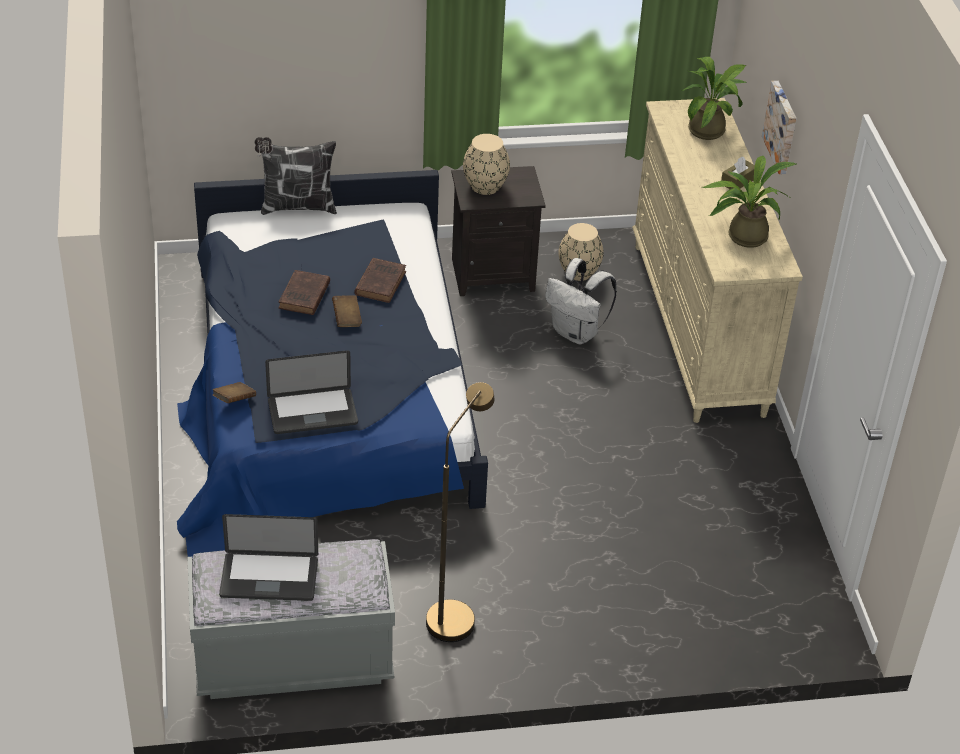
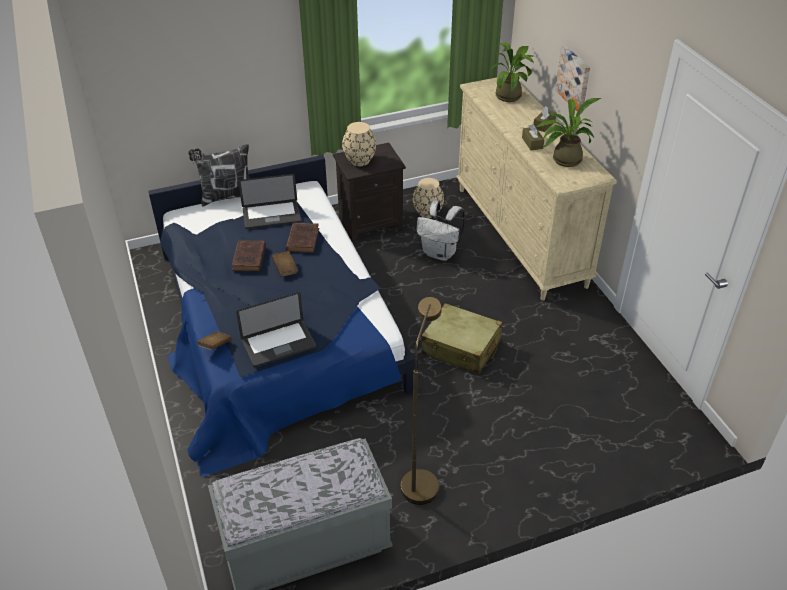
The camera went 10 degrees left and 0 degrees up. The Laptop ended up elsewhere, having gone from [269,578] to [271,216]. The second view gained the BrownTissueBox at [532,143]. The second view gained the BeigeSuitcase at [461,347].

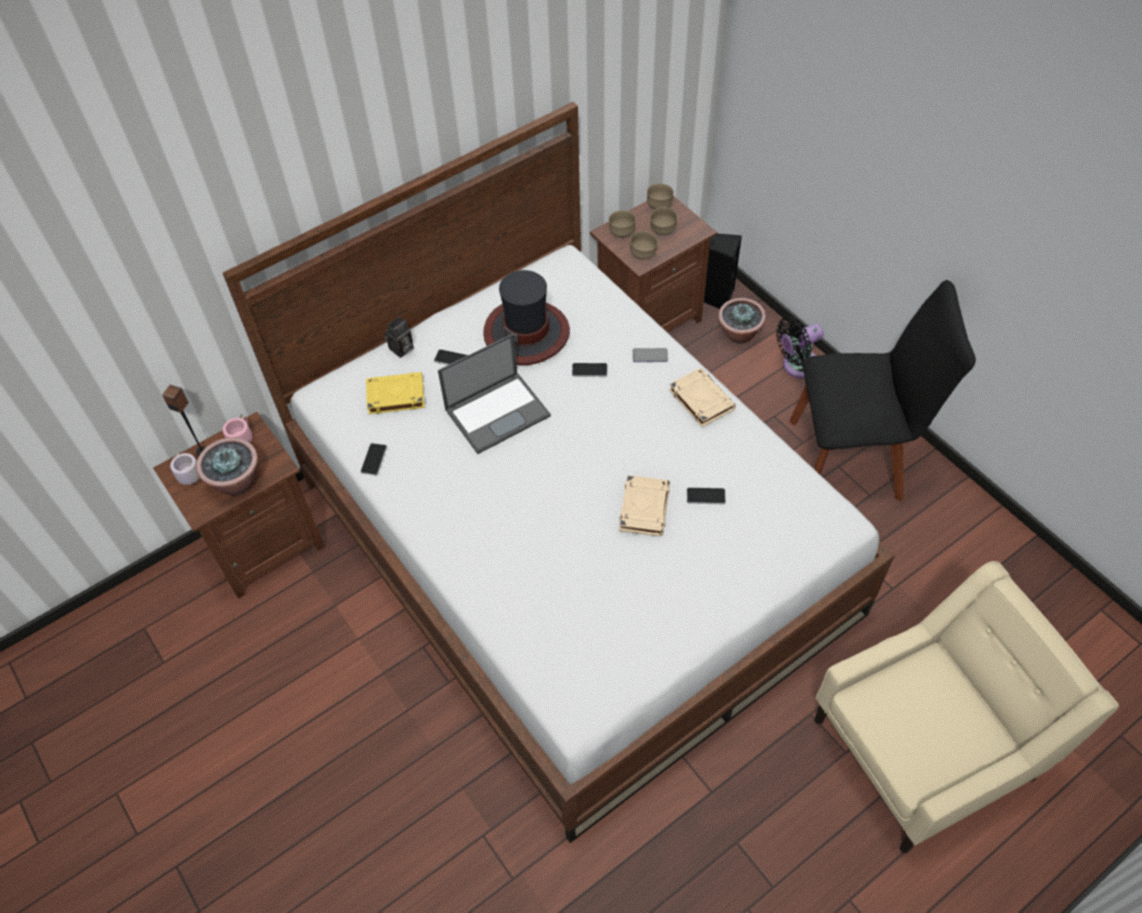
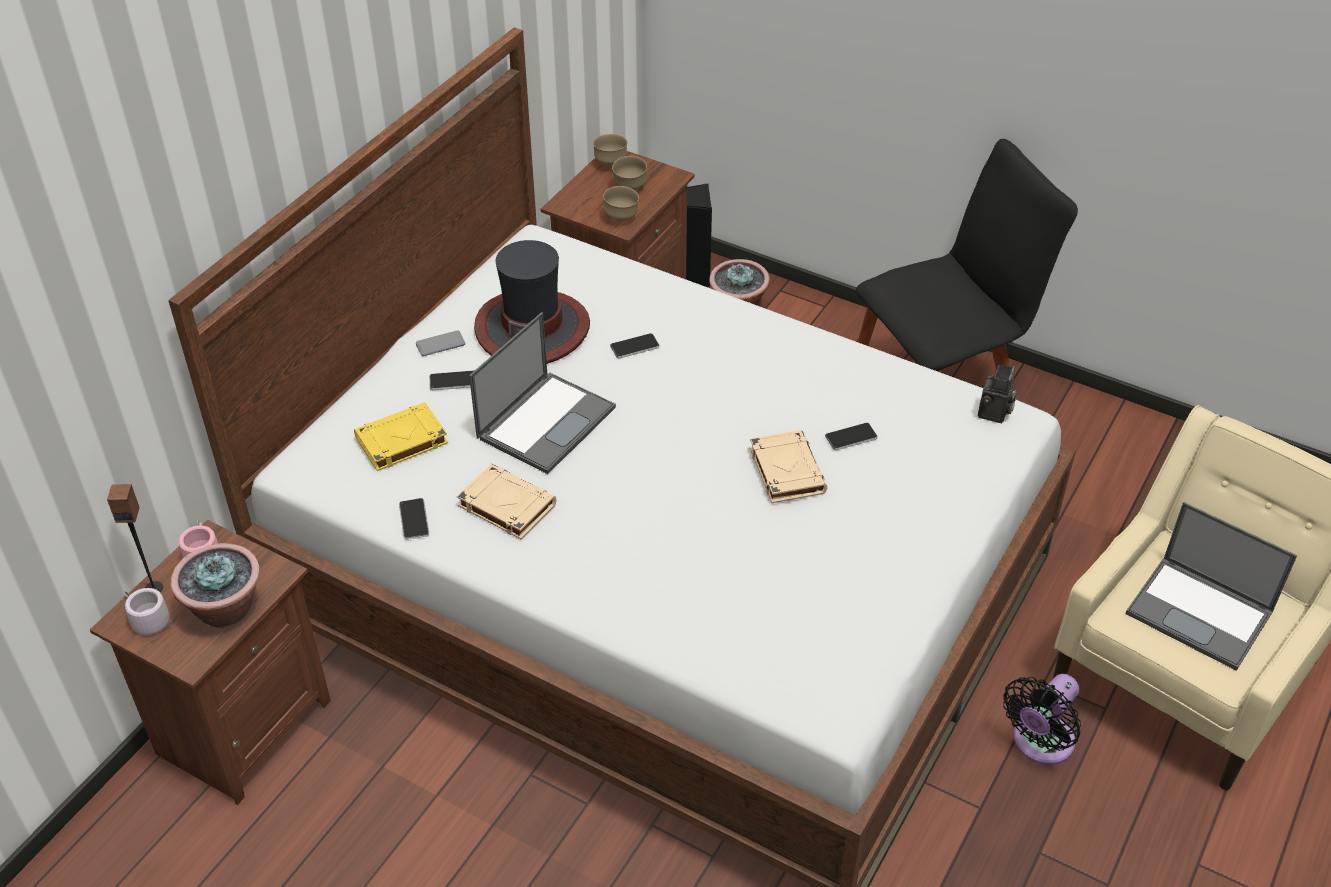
The camera went 25 degrees left and 10 degrees down. The second view lost the BrownDeepDish at [621,234]. The BlackColouredCoolingFan ended up elsewhere, having gone from [797,366] to [1039,744]. The PhotoCamera ended up elsewhere, having gone from [401,350] to [994,414]. The Handset ended up elsewhere, having gone from [650,356] to [440,344]. The BeigeVolume ended up elsewhere, having gone from [700,399] to [506,505]. The second view gained the Laptop at [1201,613].

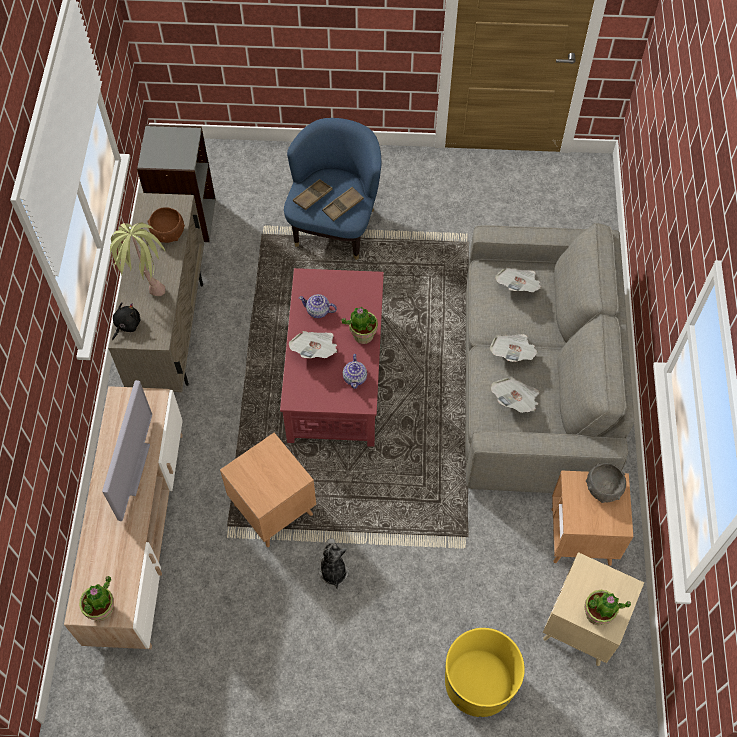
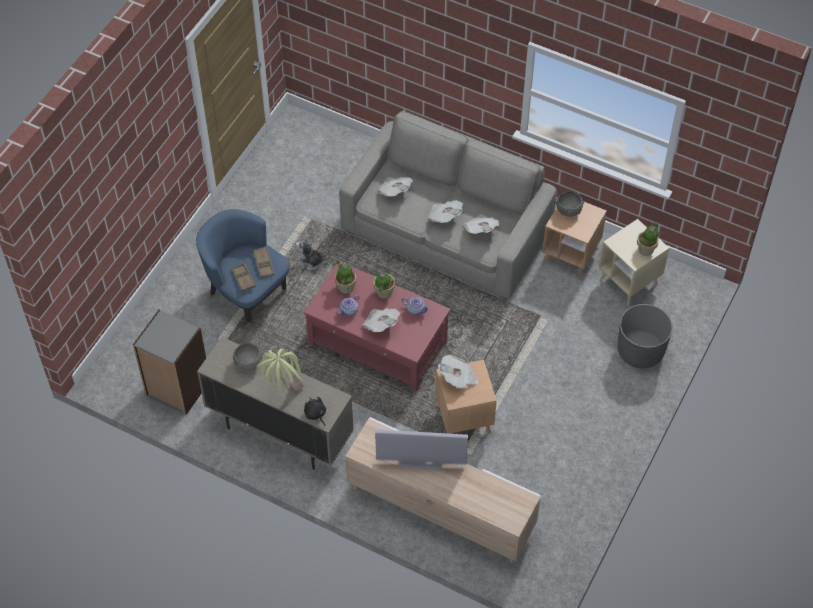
The camera went 65 degrees left and 5 degrees down. What was the BrownDeepDish at [168,233] turned into the GreyishDeepDish at [248,363]. The Tv at [132,468] ended up facing another way, 150 degrees clockwise from before. The PlushToy ended up elsewhere, having gone from [333,570] to [310,262]. The PottedPlant ended up elsewhere, having gone from [102,609] to [346,286]. What was the YellowishFlowerPot at [478,683] turned into the GreyishFlowerPot at [640,351]. The second view gained the PrintedPaper at [458,378].

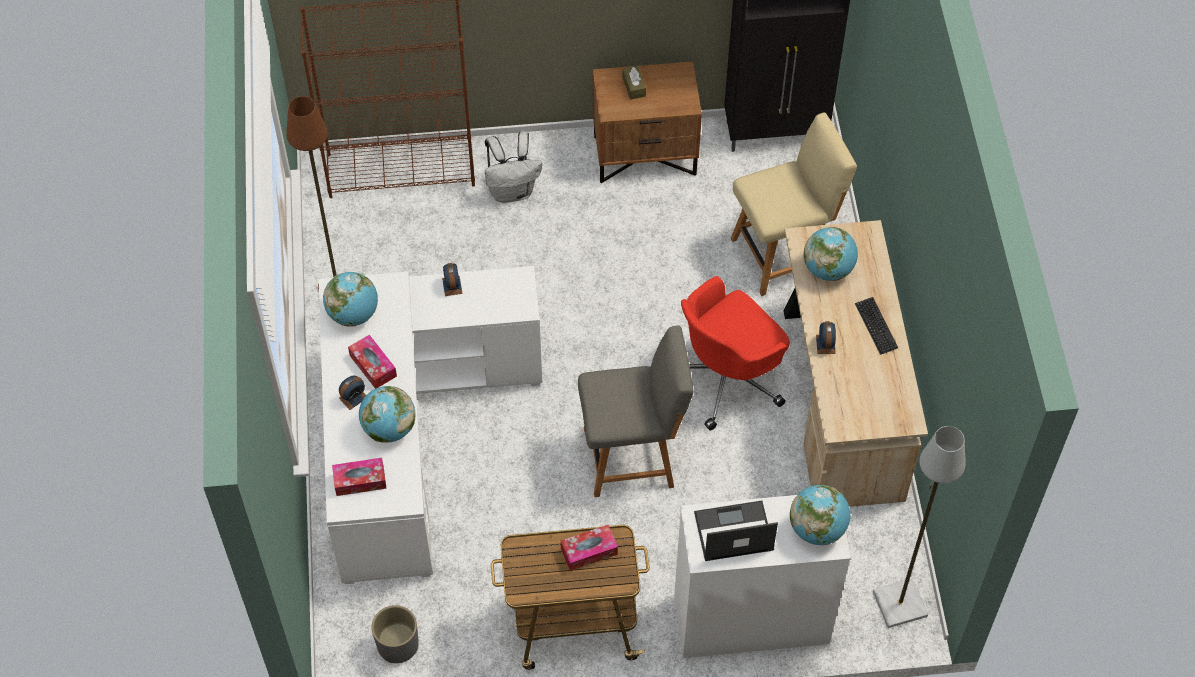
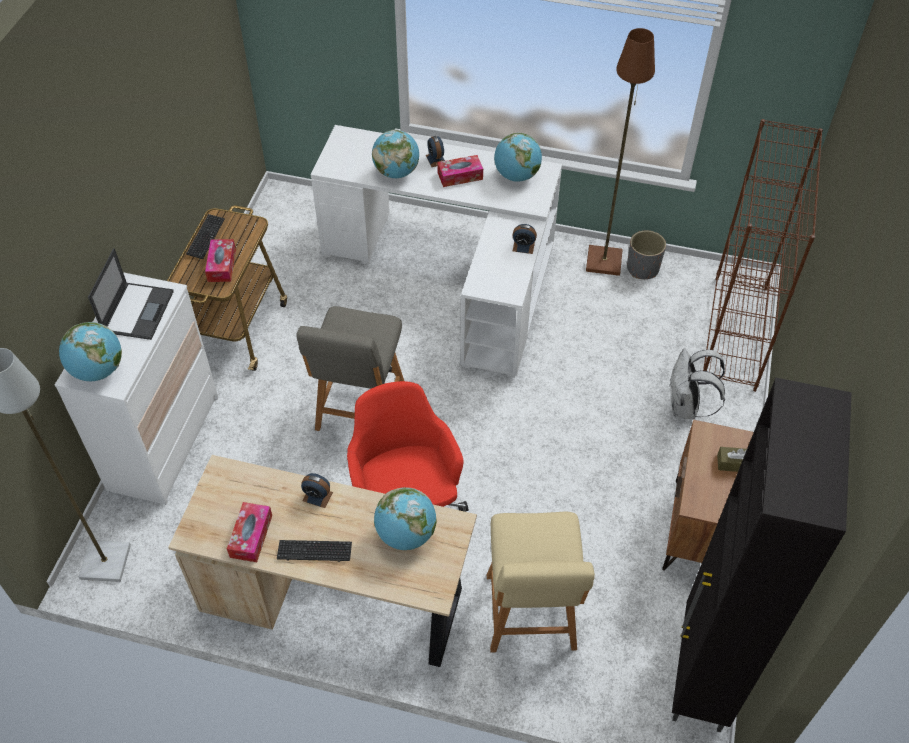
The camera went 110 degrees right and 5 degrees down. The TissueBox ended up elsewhere, having gone from [360,480] to [251,536]. The GreyishFlowerPot ended up elsewhere, having gone from [398,645] to [643,268]. The second view gained the PcKeyboard at [206,237].

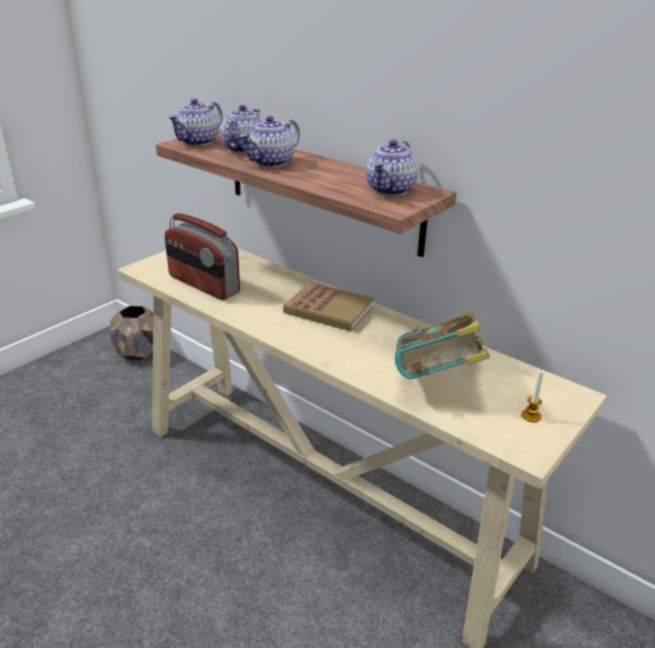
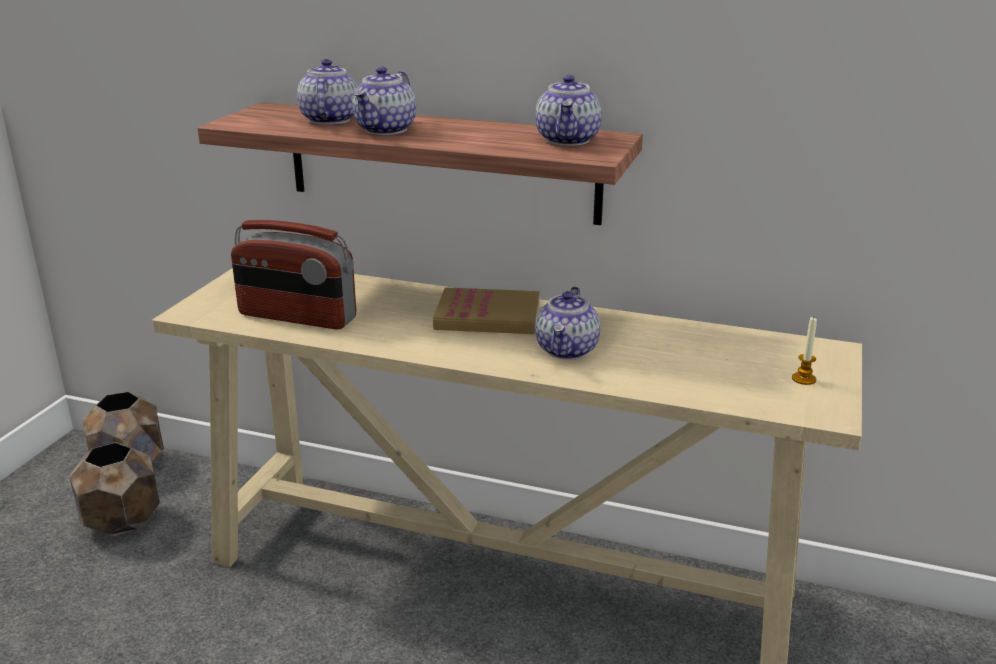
The camera went 20 degrees left and 5 degrees down. The TeaPot ended up elsewhere, having gone from [198,142] to [567,350]. The second view lost the Volume at [437,381]. The second view gained the BrownFlowerPot at [122,523].

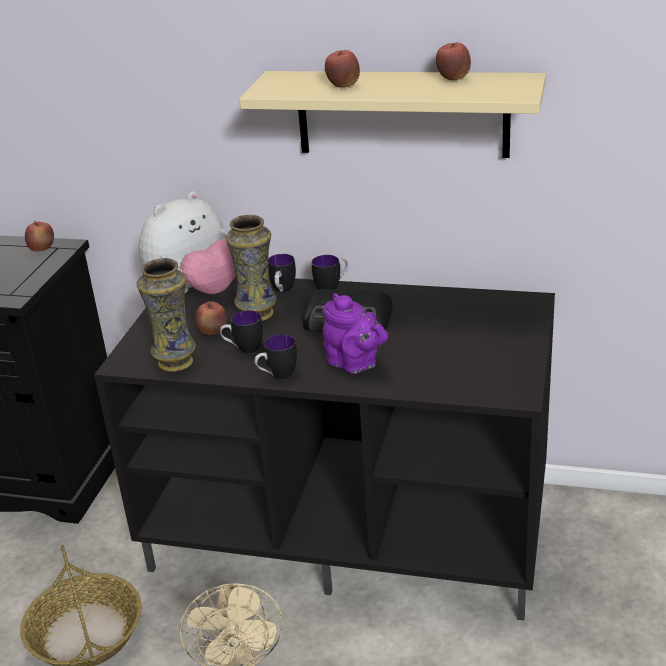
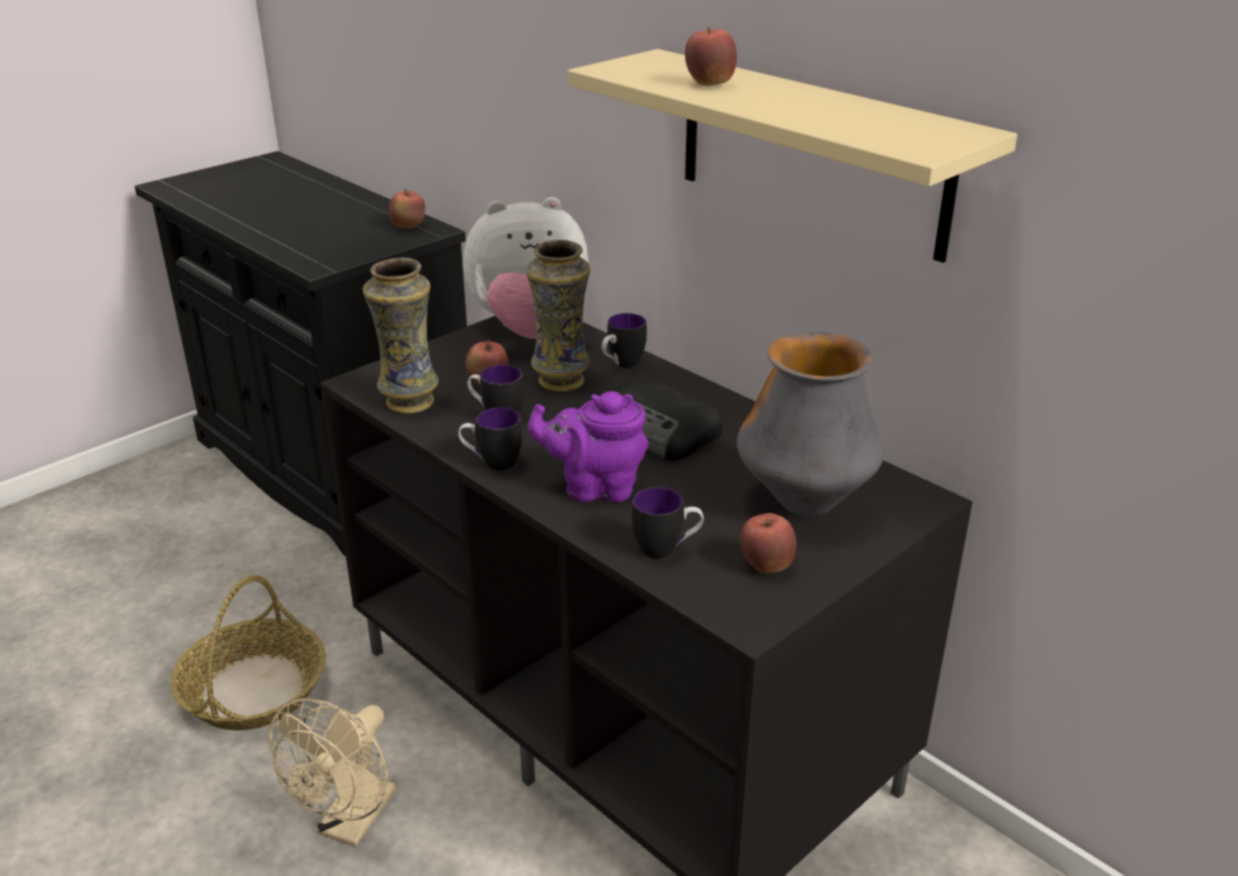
The camera went 30 degrees right and 0 degrees up. The Apple ended up elsewhere, having gone from [453,79] to [766,566]. The Mug ended up elsewhere, having gone from [332,288] to [666,549]. The PurplishTeaPot at [355,364] ended up facing another way, 105 degrees clockwise from before. The second view gained the DecorativeVase at [804,504].

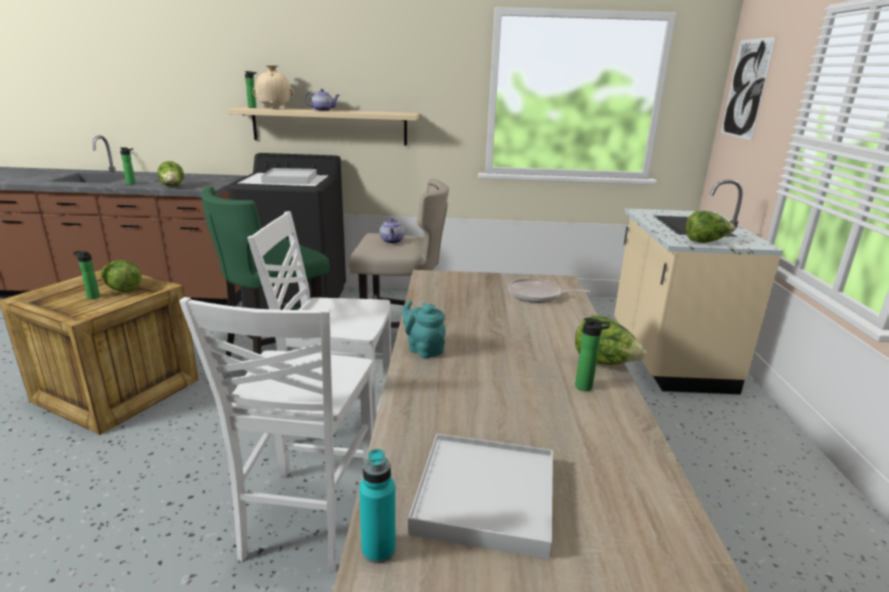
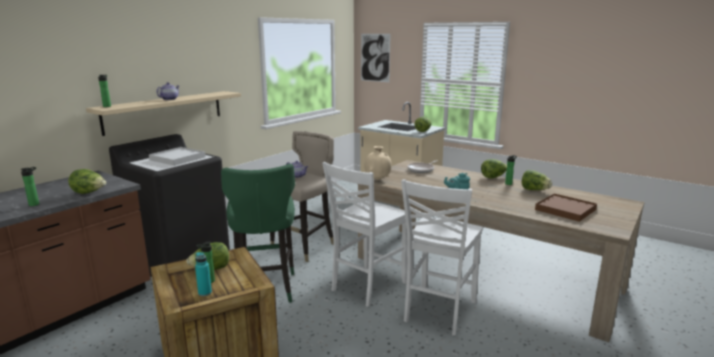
The camera went 55 degrees left and 5 degrees down. The BeigeDecorativeVase ended up elsewhere, having gone from [275,109] to [377,179]. The WhiteChair at [307,520] ended up facing another way, 75 degrees clockwise from before. What was the WhiteTray at [485,496] turned into the BrownTray at [565,209]. The BlueGreenDrinkBottle ended up elsewhere, having gone from [378,550] to [205,293]. The second view gained the LettuceHead at [534,190].

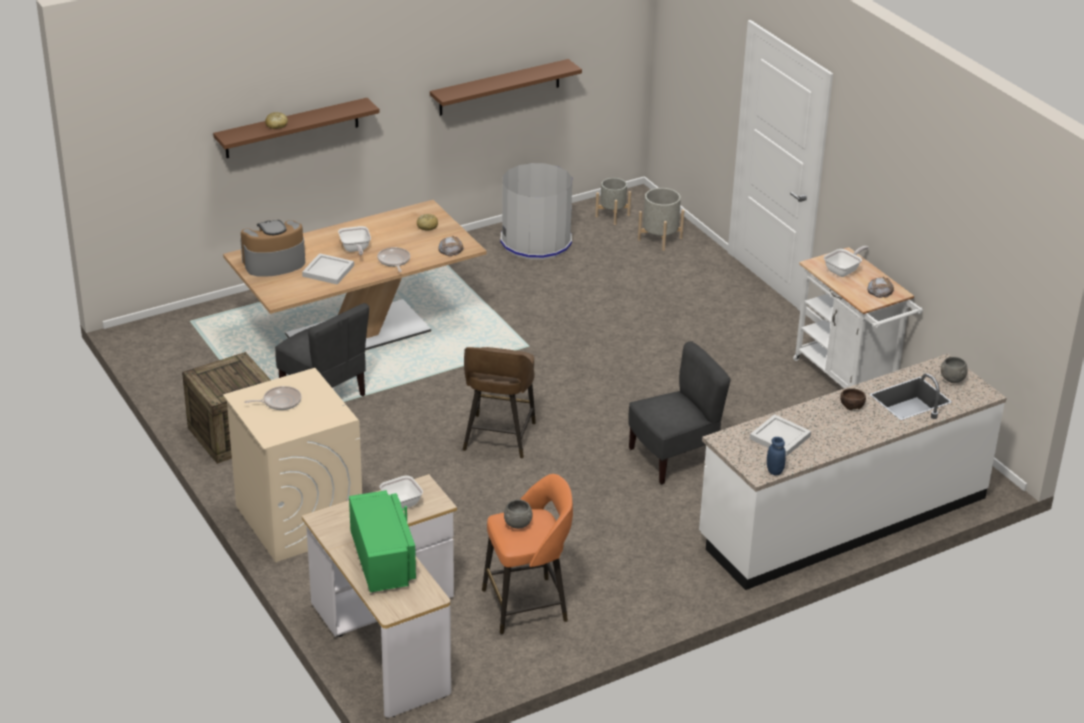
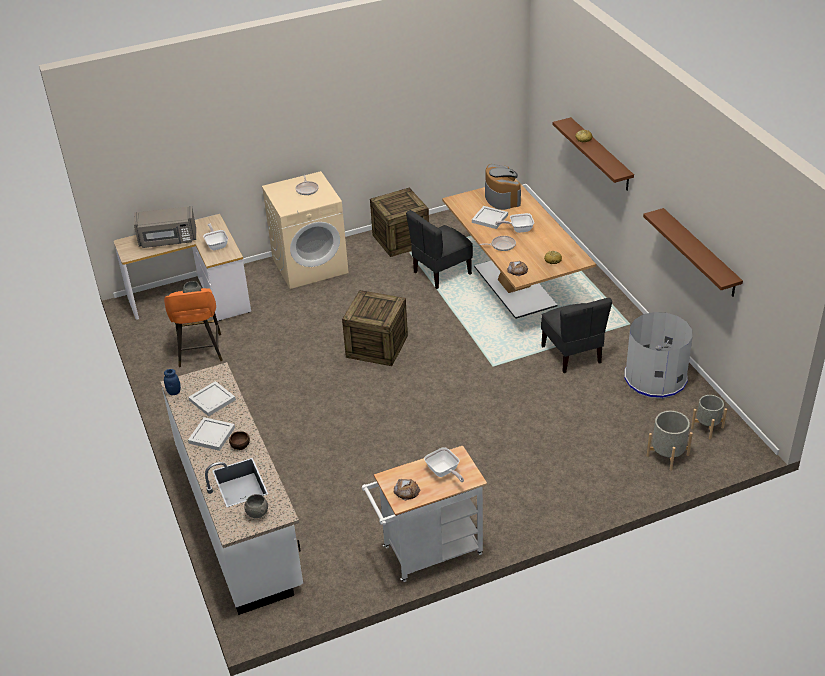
The camera went 100 degrees right and 5 degrees up. The GreyishChair ended up elsewhere, having gone from [673,458] to [572,354]. Where the BrownStoolSeat stood at [498,438], the ShippingCrate came to stand at [377,346]. What was the GreenColouredMicrowaveOven at [383,560] turned into the GreyishMicrowaveOven at [168,240]. The second view gained the WhiteTray at [212,436].

